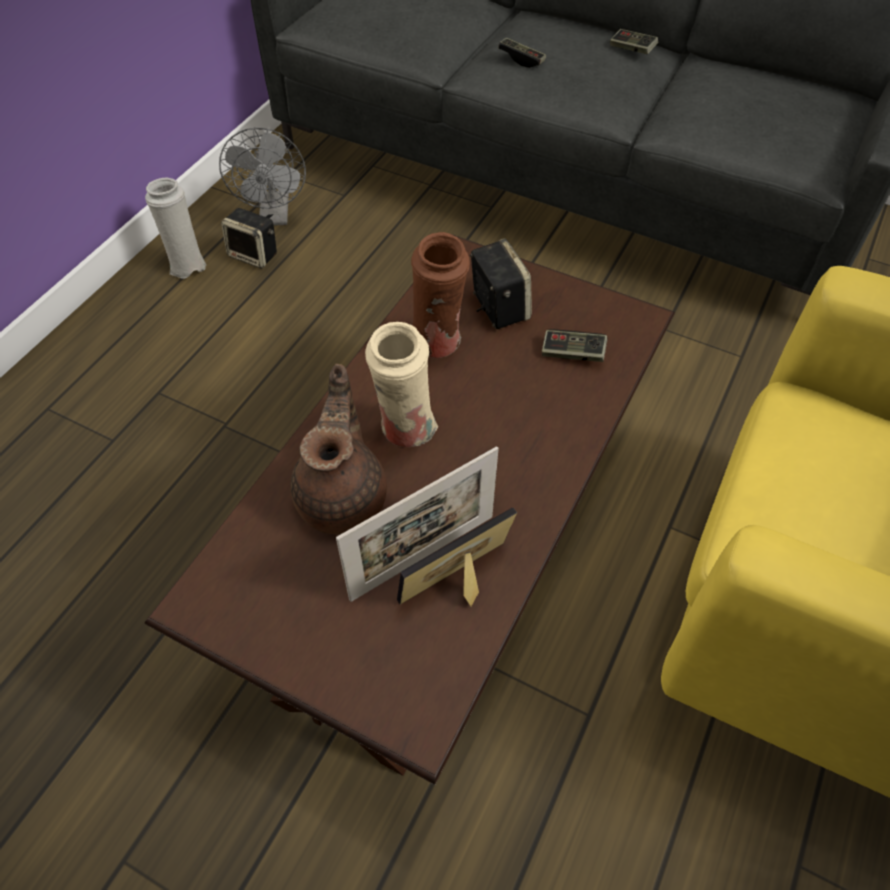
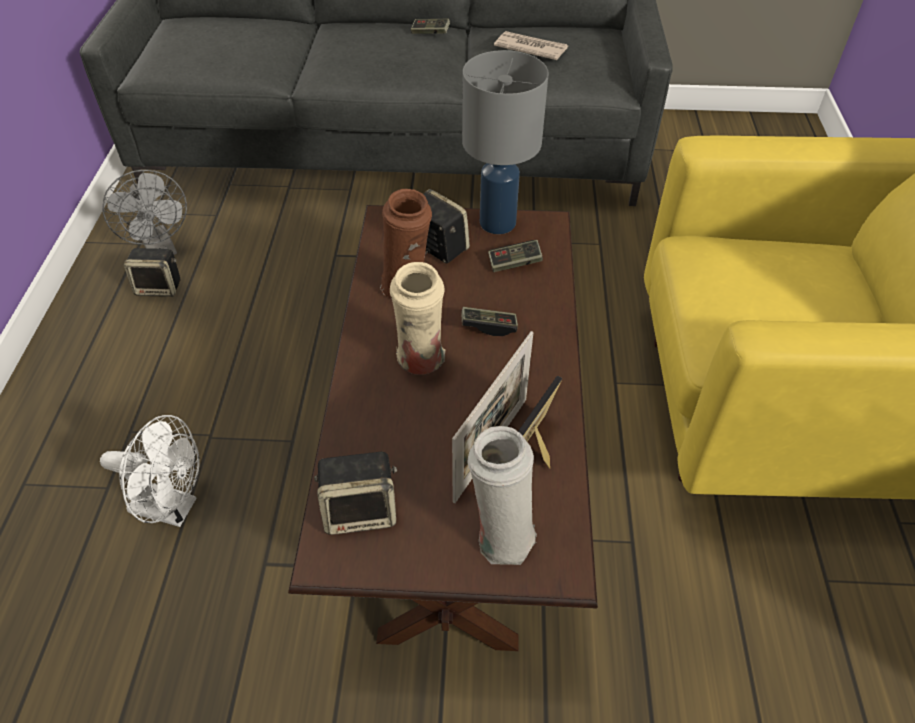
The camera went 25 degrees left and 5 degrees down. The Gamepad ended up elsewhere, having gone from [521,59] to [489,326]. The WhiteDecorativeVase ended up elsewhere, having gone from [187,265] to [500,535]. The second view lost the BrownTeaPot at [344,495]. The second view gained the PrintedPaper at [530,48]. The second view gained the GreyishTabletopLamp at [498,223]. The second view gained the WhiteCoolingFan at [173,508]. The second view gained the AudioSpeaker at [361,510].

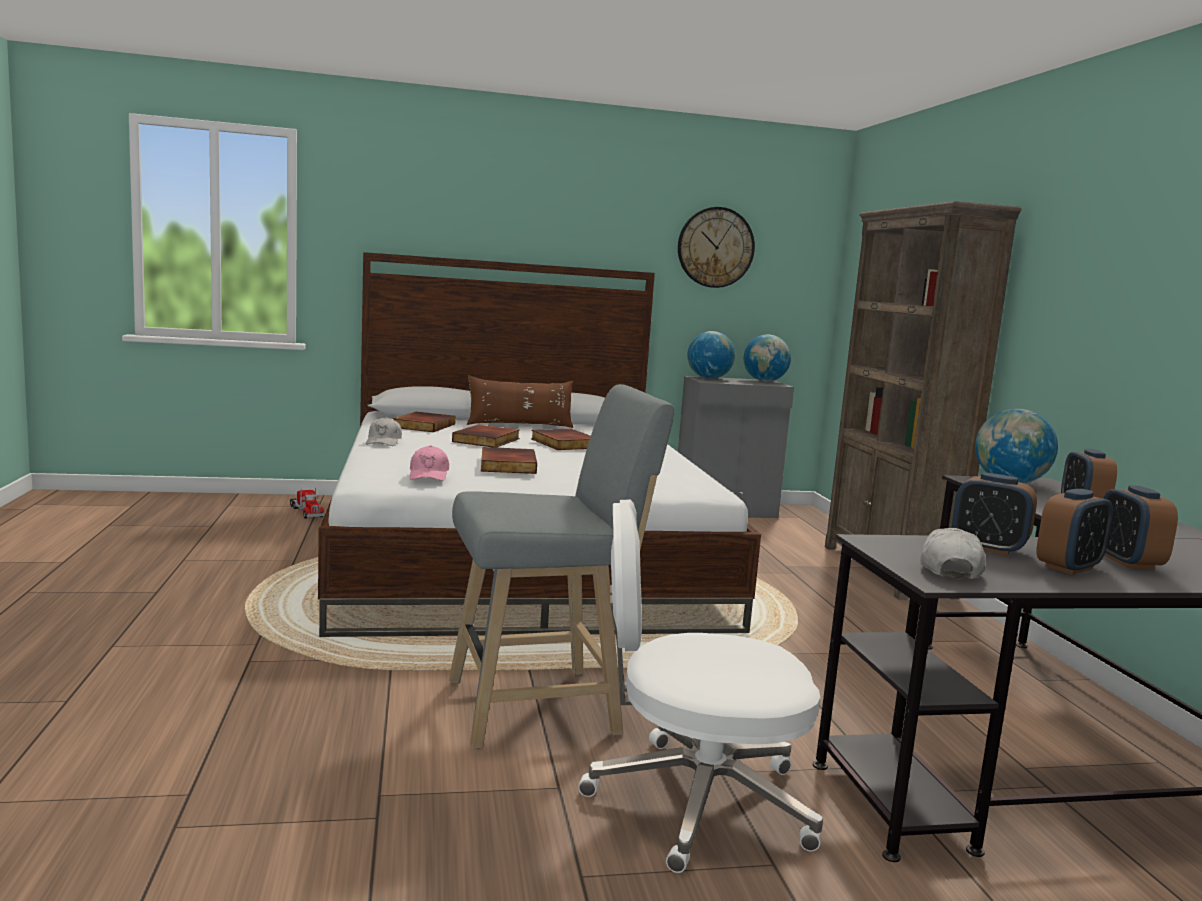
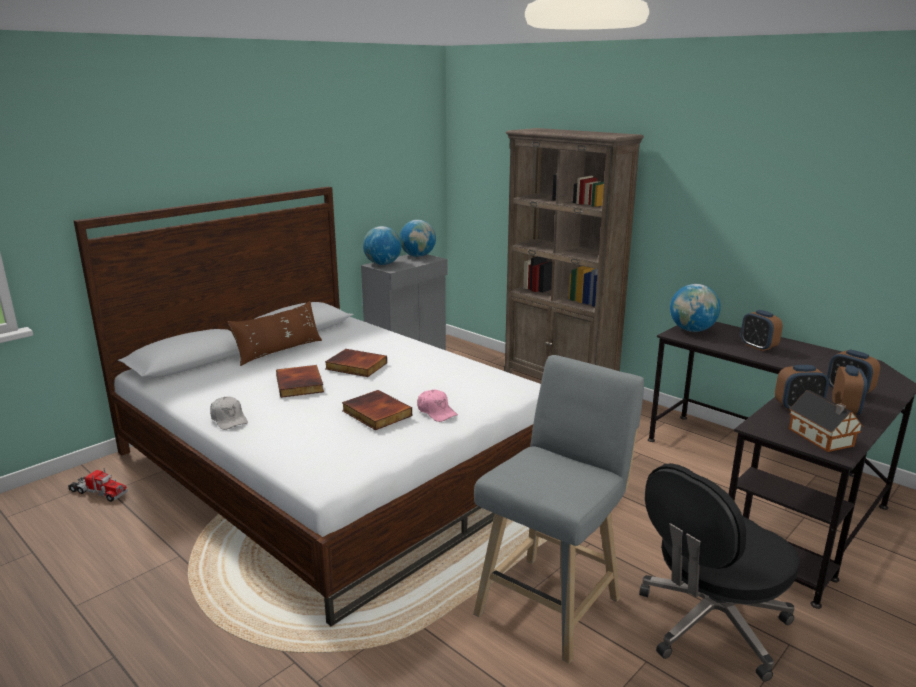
The camera went 35 degrees left and 10 degrees up. The second view lost the HangingClock at [715,247]. The second view lost the Volume at [423,425]. The PinkCap ended up elsewhere, having gone from [429,475] to [436,412]. What was the WhiteOfficeChair at [695,801] turned into the BlackColouredOfficeChair at [710,624]. Where the WhiteCap stood at [949,569], the ModelHouse came to stand at [822,438].

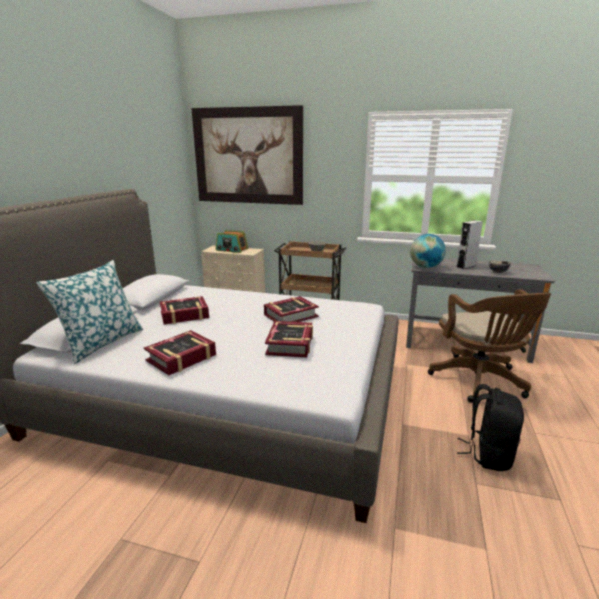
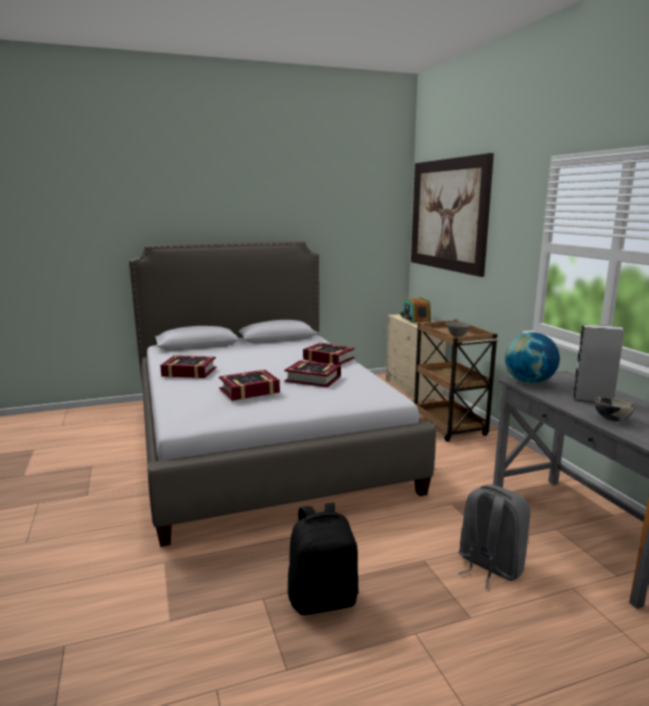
The camera went 55 degrees right and 5 degrees down. The second view lost the ThrowPillow at [101,343]. Where the BrownOfficeChair stood at [480,382], the GreyishRucksack came to stand at [489,566]. The Volume ended up elsewhere, having gone from [184,315] to [328,359].

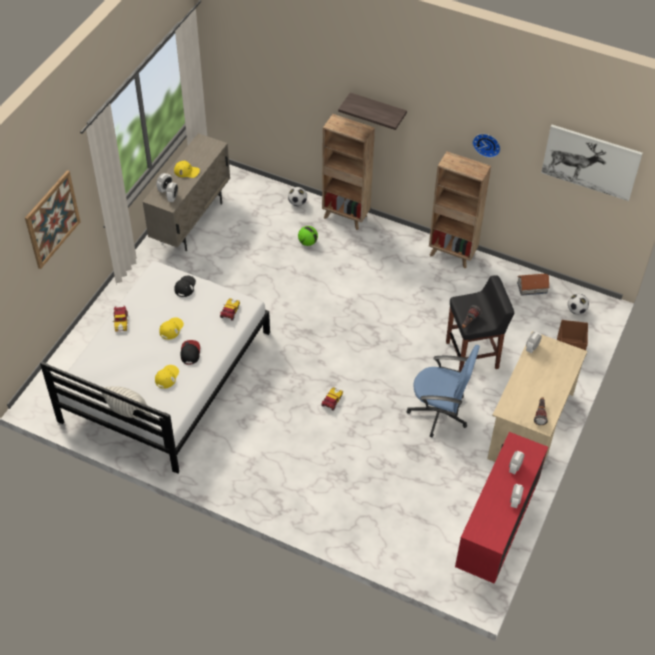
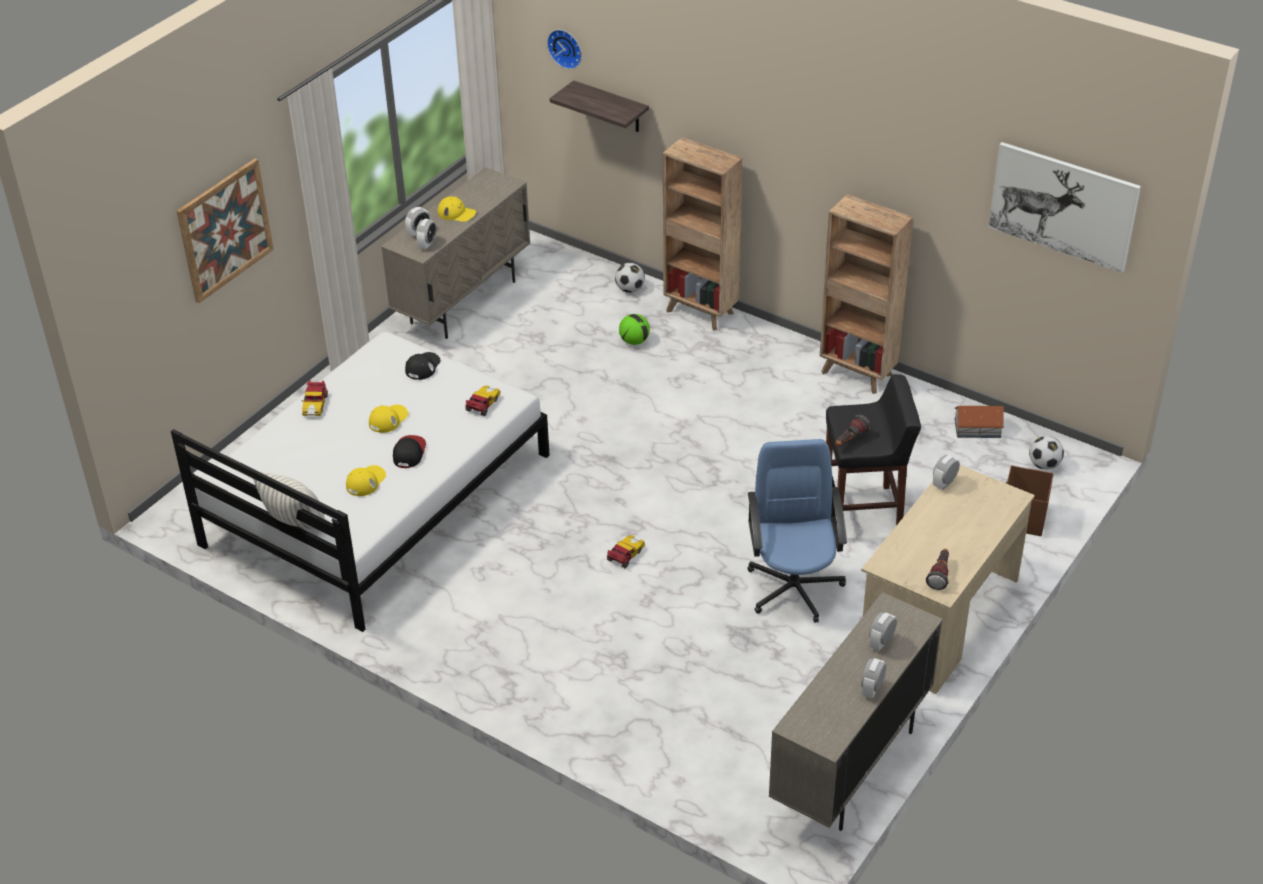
The camera went 10 degrees right and 10 degrees down. The WallShelf ended up elsewhere, having gone from [377,110] to [611,107]. The HangingClock ended up elsewhere, having gone from [487,144] to [566,47]. The BlueColouredOfficeChair at [439,413] ended up facing another way, 120 degrees counterclockwise from before. What was the RedColouredCupboard at [495,535] turned into the BeigeCupboard at [850,768].

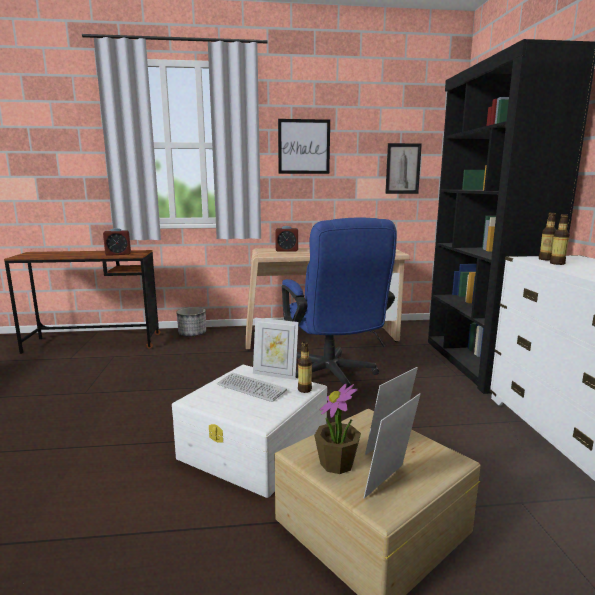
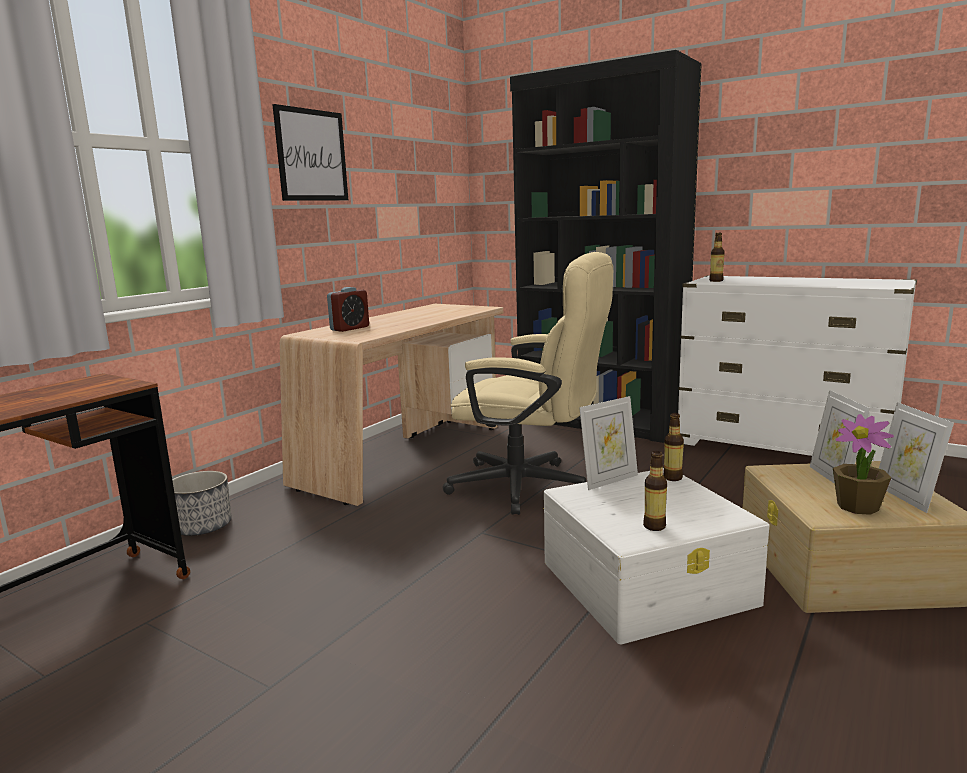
The camera went 50 degrees left and 0 degrees up. The second view lost the WallPicture at [403,168]. The DrinkBottle ended up elsewhere, having gone from [557,263] to [654,526]. What was the BlueColouredOfficeChair at [332,378] turned into the BeigeOfficeChair at [531,487]. The second view lost the TableClock at [118,254]. The second view lost the PcKeyboard at [251,388].

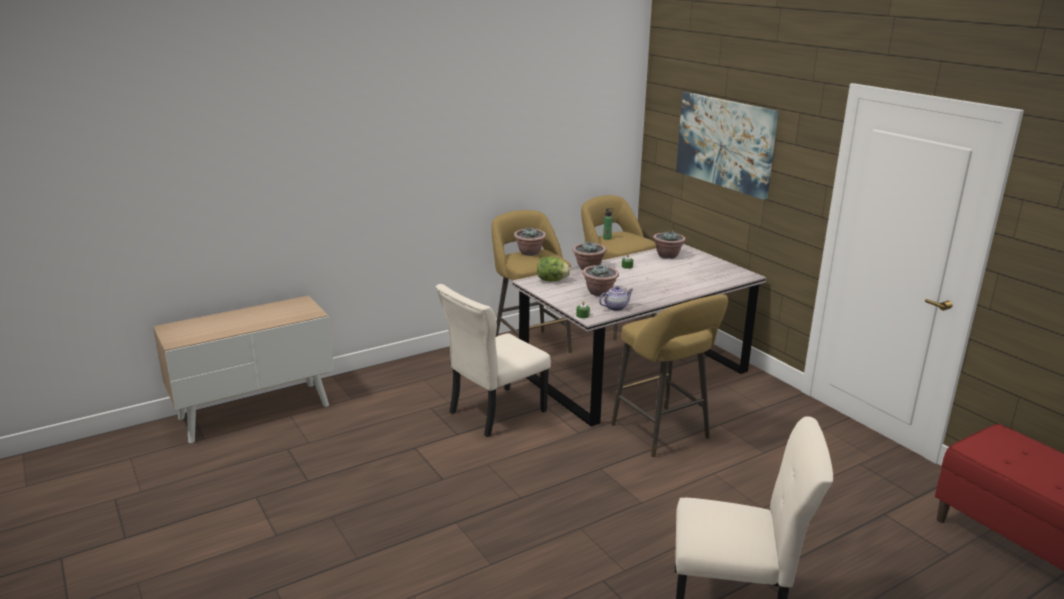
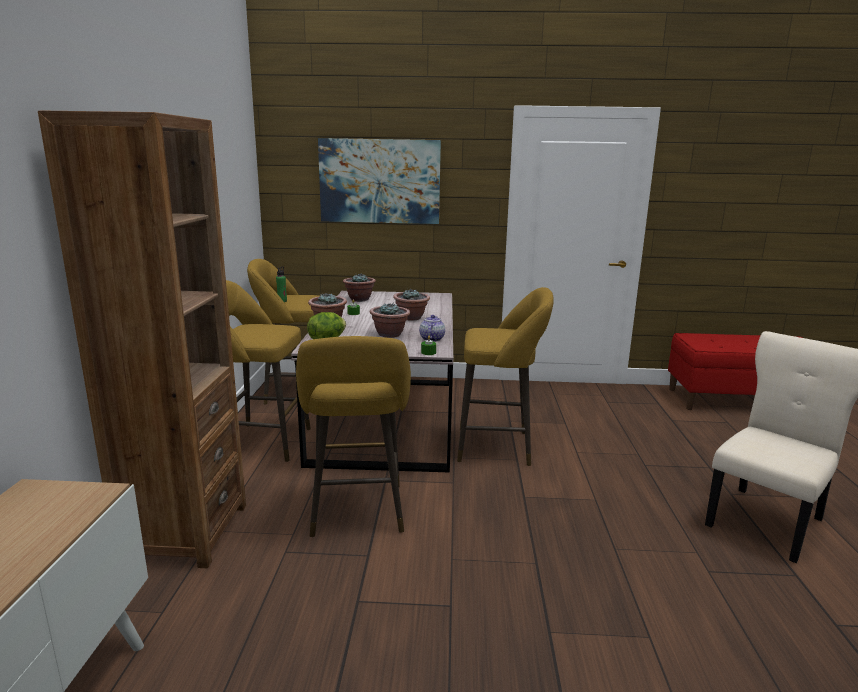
The camera went 55 degrees left and 5 degrees down. The PottedPlant ended up elsewhere, having gone from [530,253] to [411,318]. Where the BeigeChair stood at [494,413], the YellowishStoolSeat came to stand at [357,513]. The second view gained the BrownShelvingUnit at [185,532].

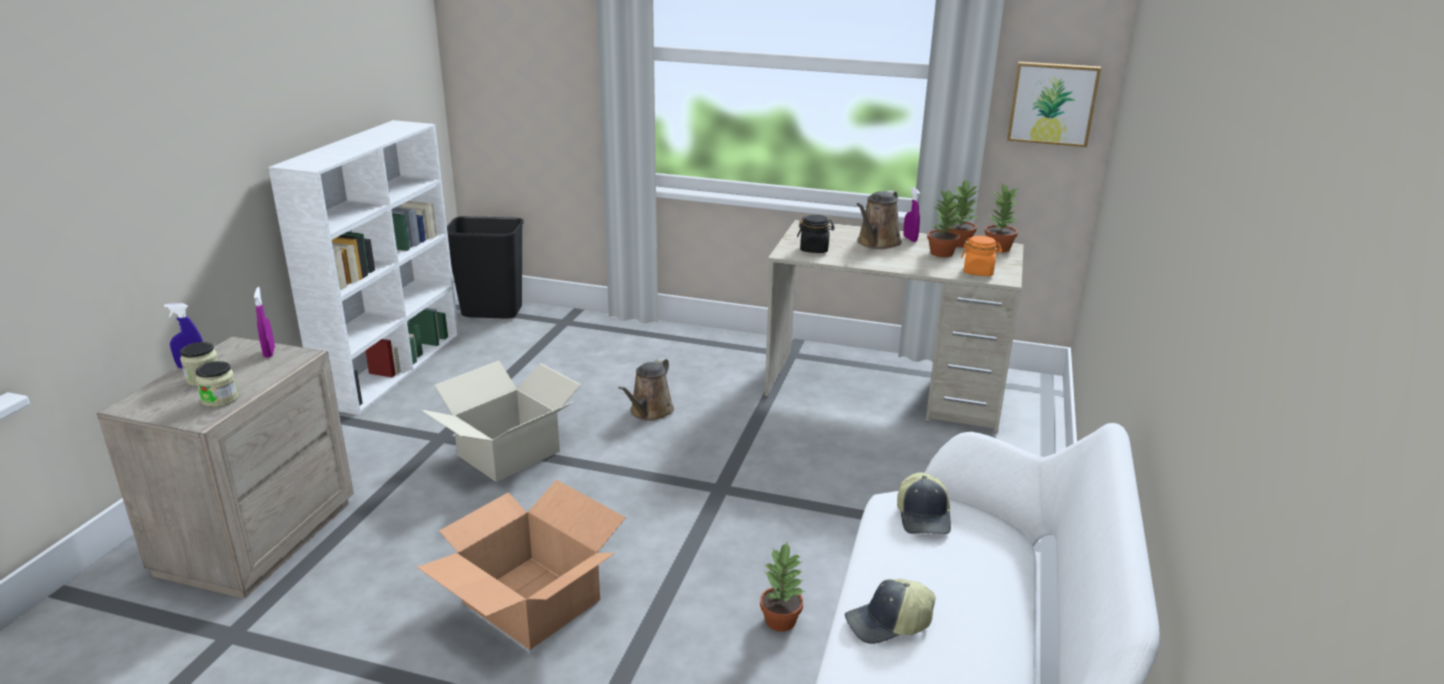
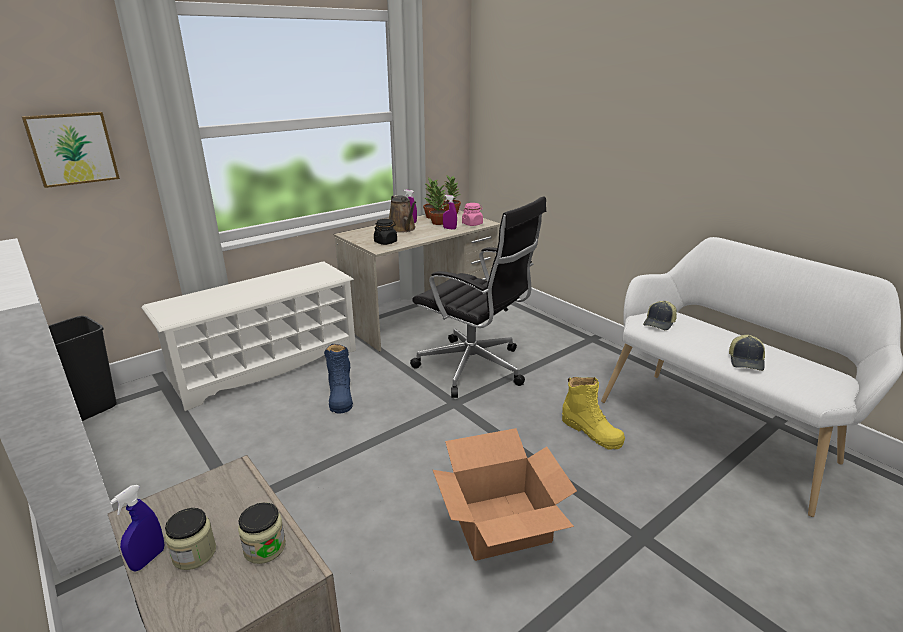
The camera went 55 degrees left and 0 degrees up. The WallPicture ended up elsewhere, having gone from [1052,103] to [72,148]. What was the OrangeStorageJar at [978,272] turned into the PinkStorageJar at [472,224]. The PurplishSprayBottle ended up elsewhere, having gone from [269,352] to [449,228]. Where the BrownWateringCan stood at [649,412], the BlueColouredHighTopBoot came to stand at [340,396]. The second view lost the Carton at [509,453]. The Cap at [924,517] ended up facing another way, 90 degrees clockwise from before. Where the PottedPlant stood at [781,621], the YellowishHighTopBoot came to stand at [591,431]. The second view gained the BlackColouredOfficeChair at [474,368]. The second view gained the WhiteShoeShelf at [266,365].

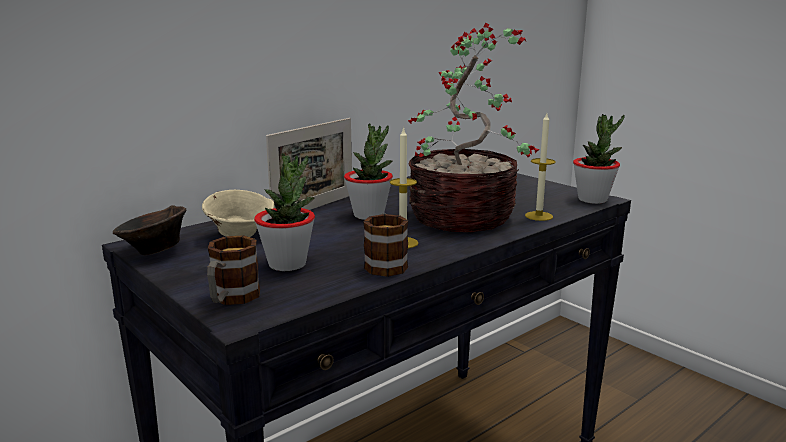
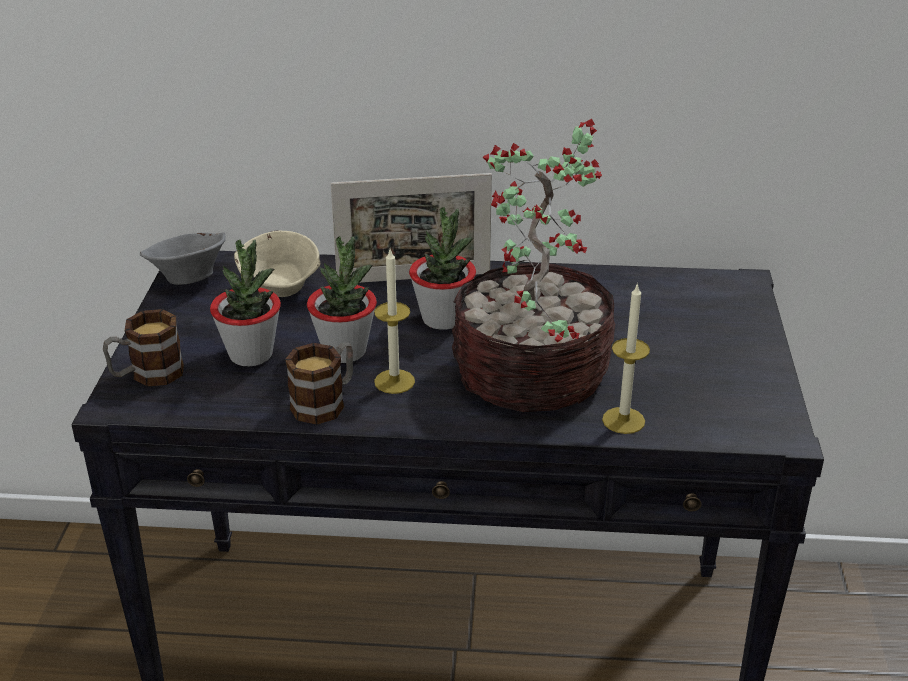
The camera went 45 degrees right and 15 degrees up. The PottedPlant ended up elsewhere, having gone from [592,199] to [345,351]. What was the BrownDeepDish at [154,251] turned into the GreyishDeepDish at [187,279].

